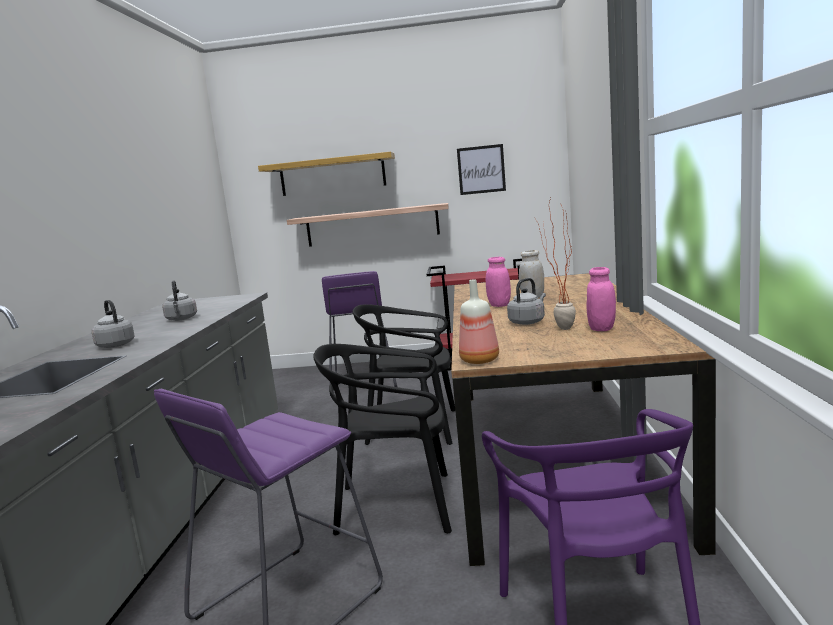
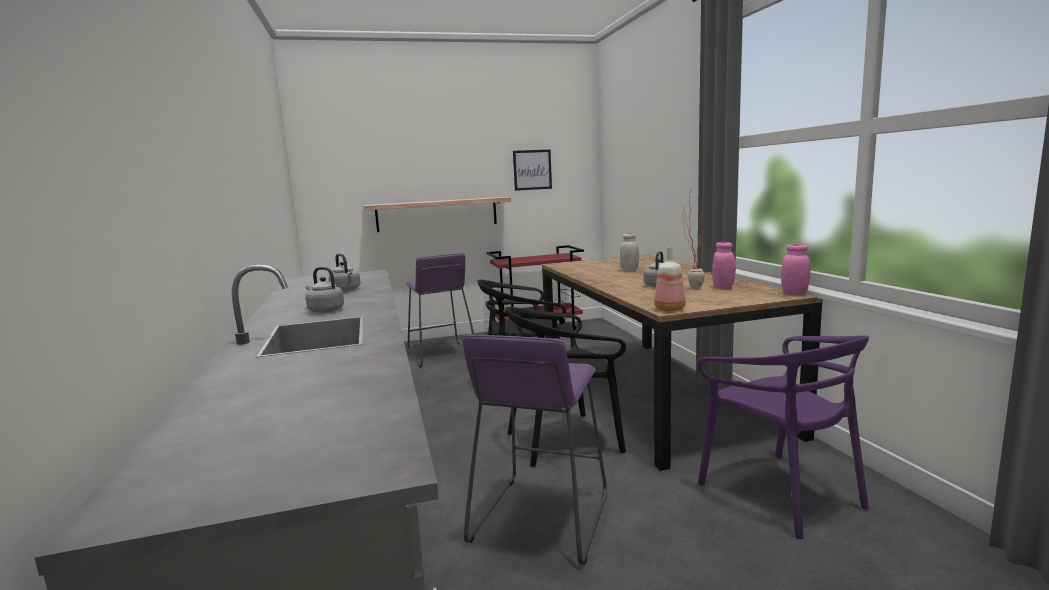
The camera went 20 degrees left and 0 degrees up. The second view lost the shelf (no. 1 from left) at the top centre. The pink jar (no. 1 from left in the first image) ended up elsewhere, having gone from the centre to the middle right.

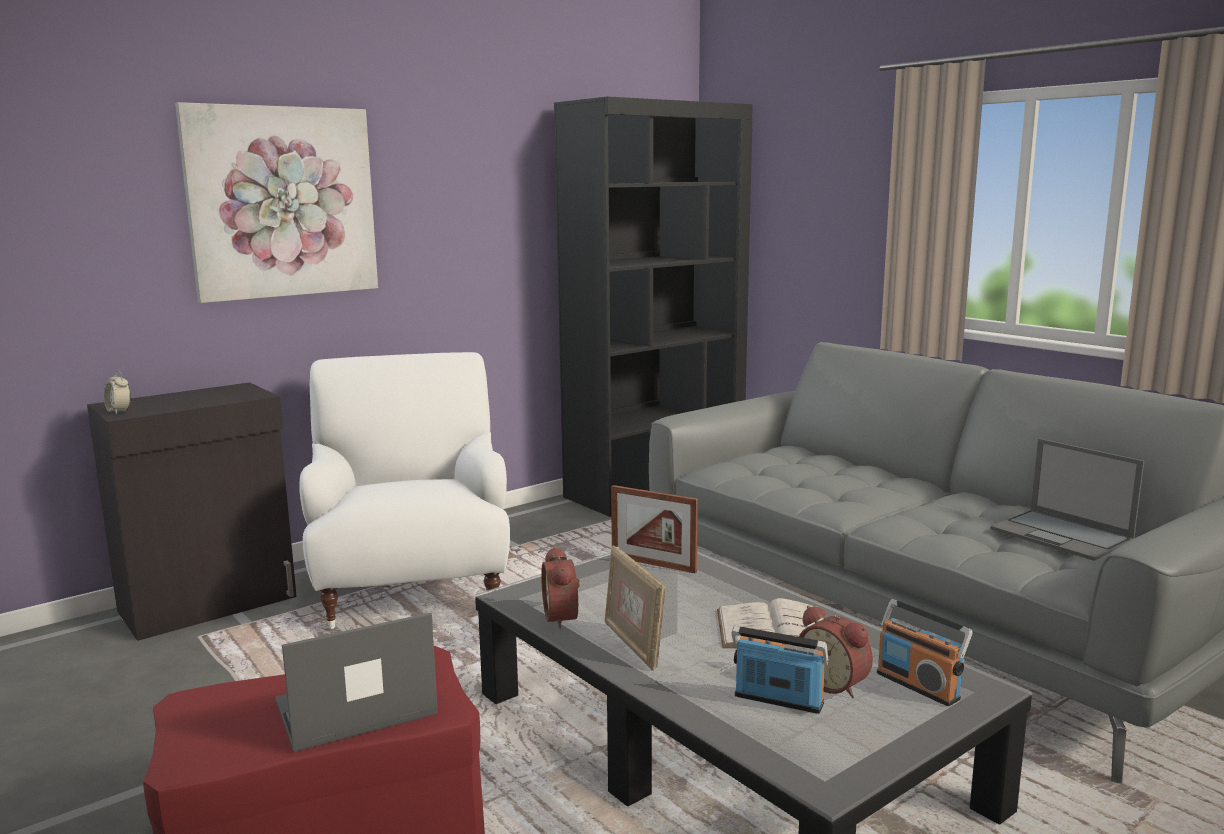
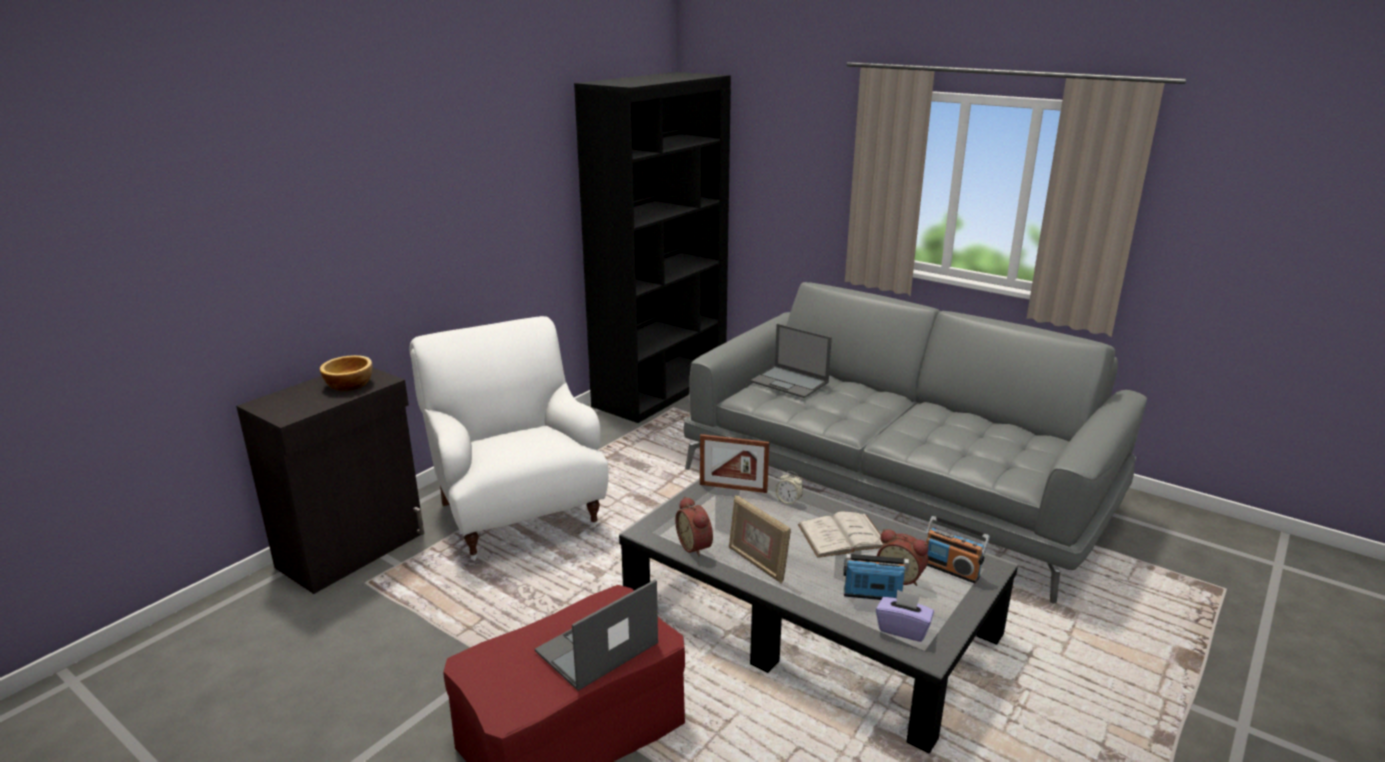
The camera went 15 degrees left and 10 degrees up. The second view lost the picture at the top left. The second view gained the bowl at the middle left. The second view gained the purple tissue box at the bottom centre. The alarm clock (no. 1 from left in the first image) ended up elsewhere, having gone from the middle left to the centre. The laptop (no. 2 from left) ended up elsewhere, having gone from the middle right to the centre.

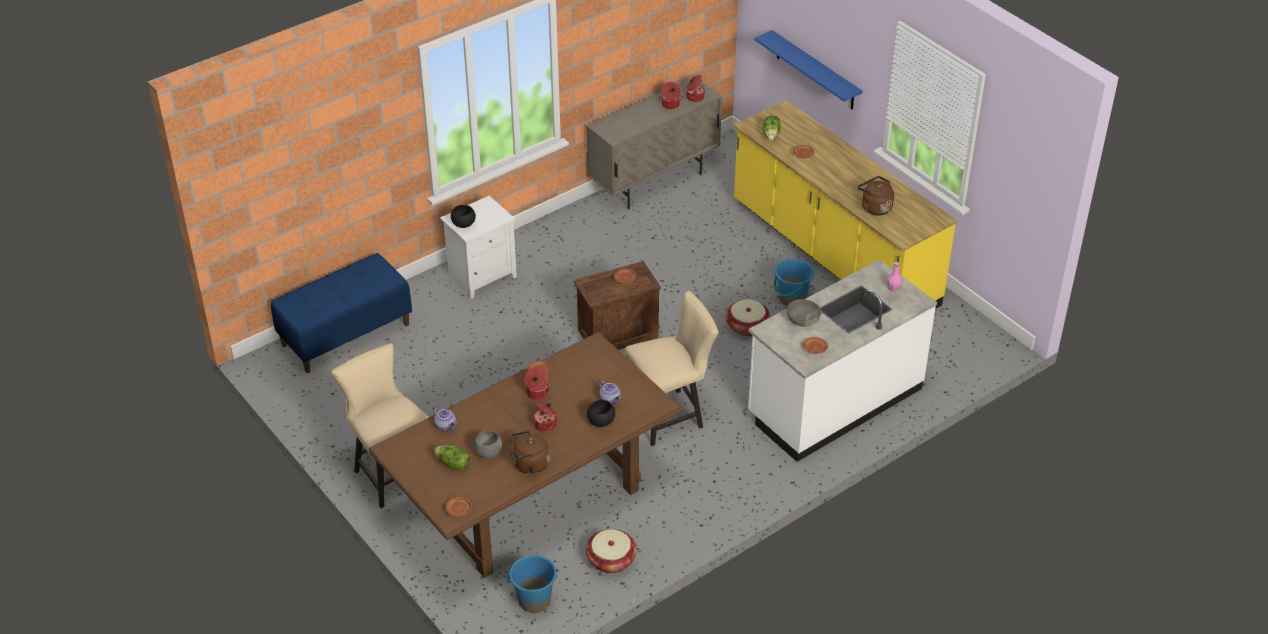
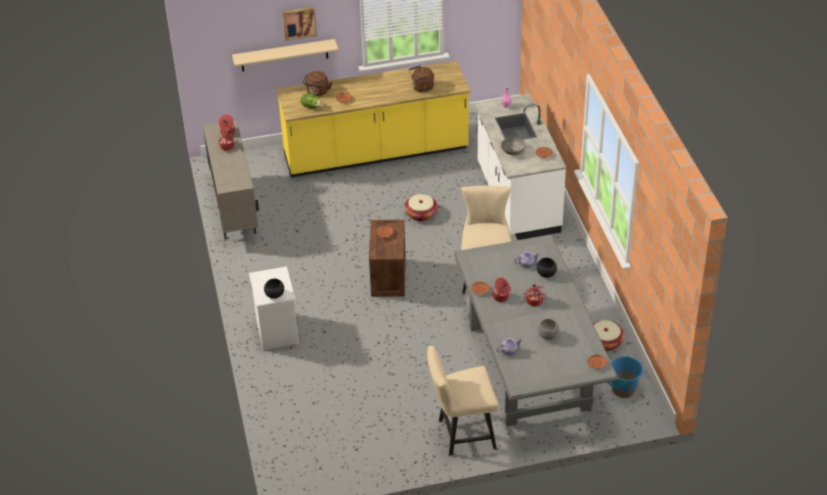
The camera went 65 degrees left and 0 degrees up. The second view lost the blue bench at the middle left. The second view lost the lettuce (no. 1 from left) at the bottom centre. The second view lost the blue bucket (no. 2 from left) at the centre. The second view gained the picture at the top centre. The brown kettle (no. 1 from left) ended up elsewhere, having gone from the bottom centre to the top centre. What was the brown dining table at the bottom centre turned into the grey dining table at the bottom centre. What was the blue shelf at the top centre turned into the beige shelf at the top centre.

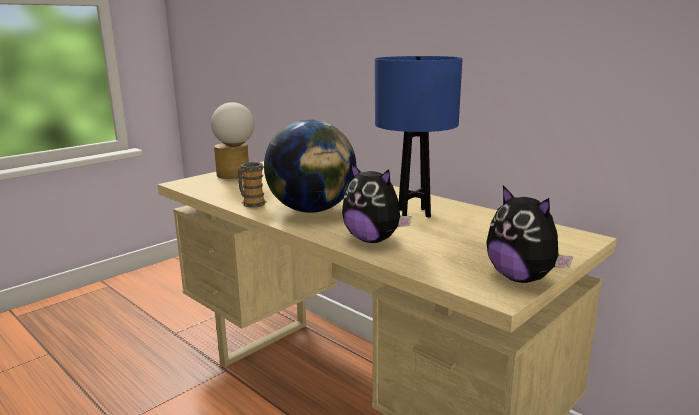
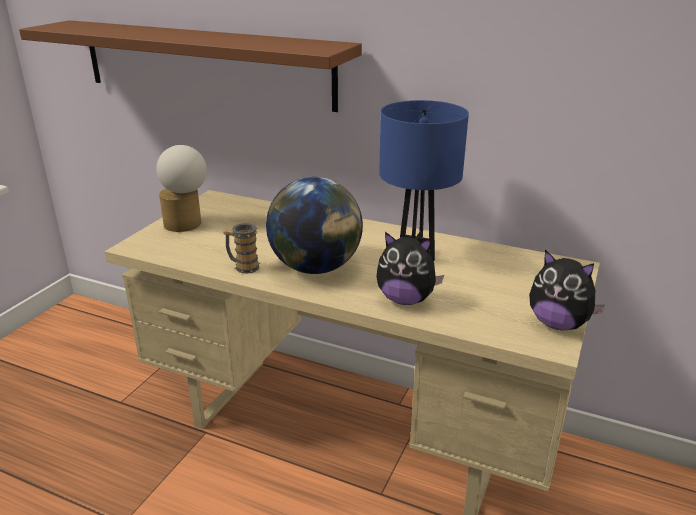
The camera went 20 degrees left and 10 degrees up. The second view gained the brown shelf at the top left.

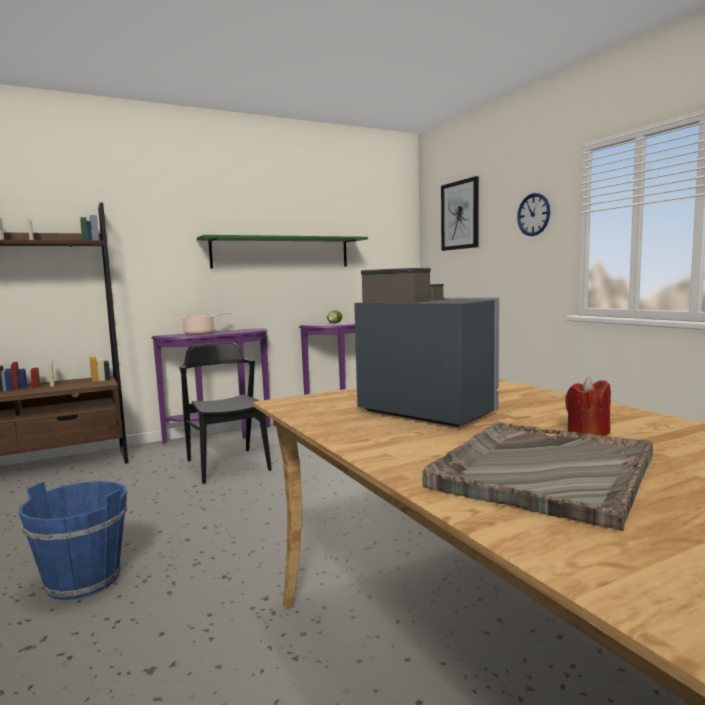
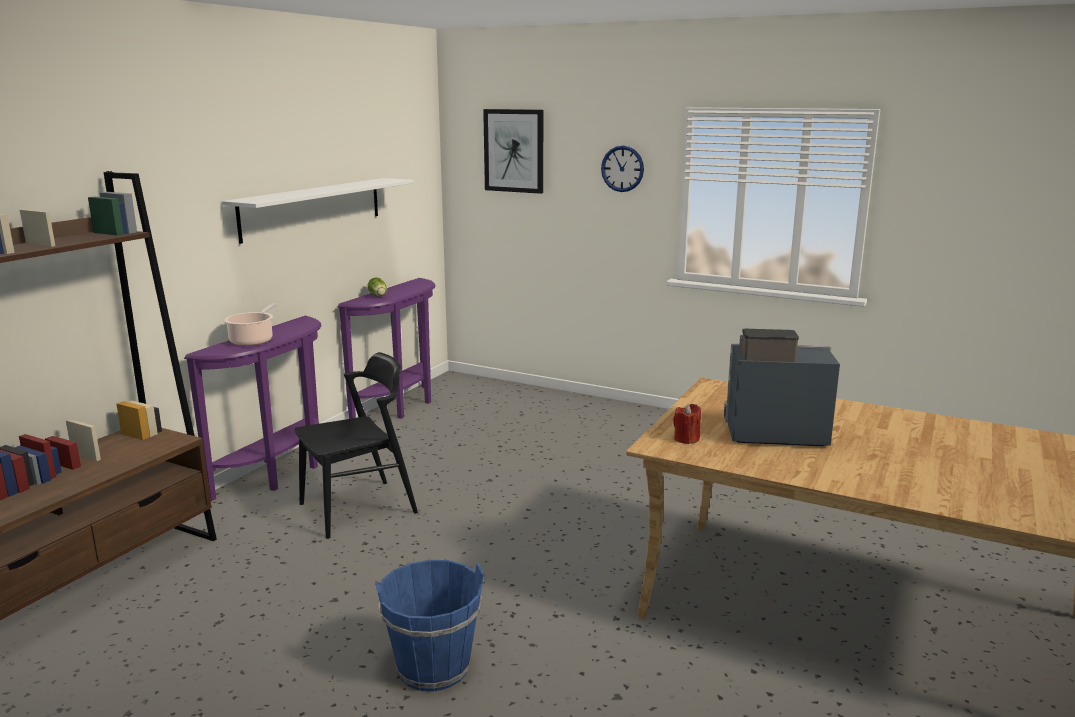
The camera went 35 degrees left and 10 degrees up. The second view lost the grey tray at the bottom right. The red candle ended up elsewhere, having gone from the middle right to the centre. What was the green shelf at the centre turned into the white shelf at the top left. The black chair at the middle left ended up facing another way, 120 degrees clockwise from before.

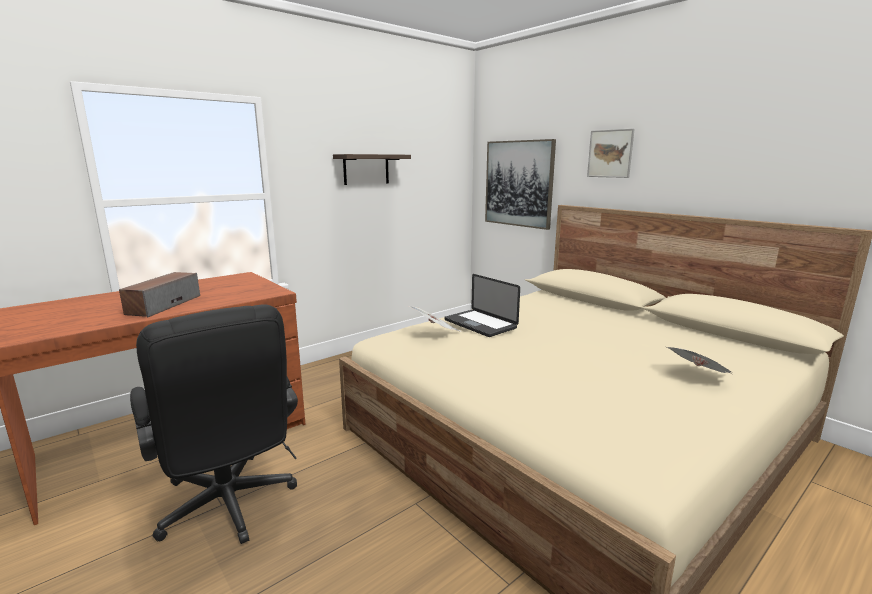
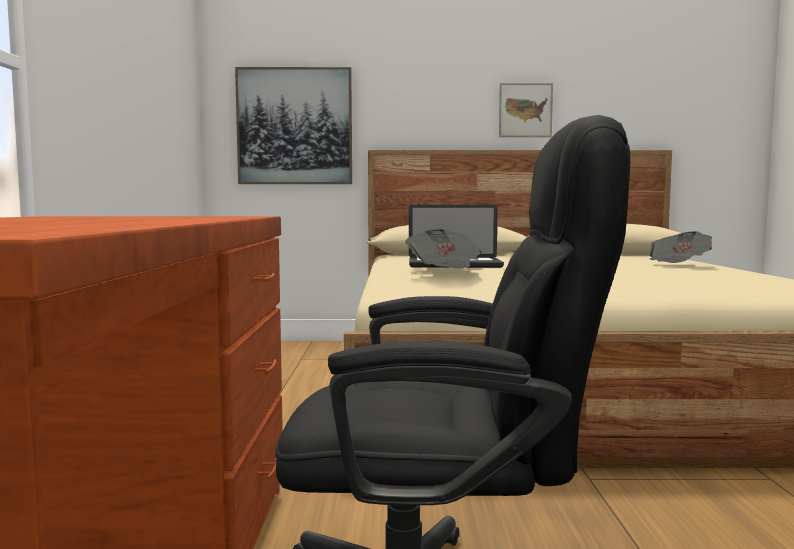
The camera went 50 degrees left and 10 degrees down. The second view lost the speaker at the middle left. The second view lost the shelf at the top centre. The picture (no. 2 from left) ended up elsewhere, having gone from the top right to the top centre.

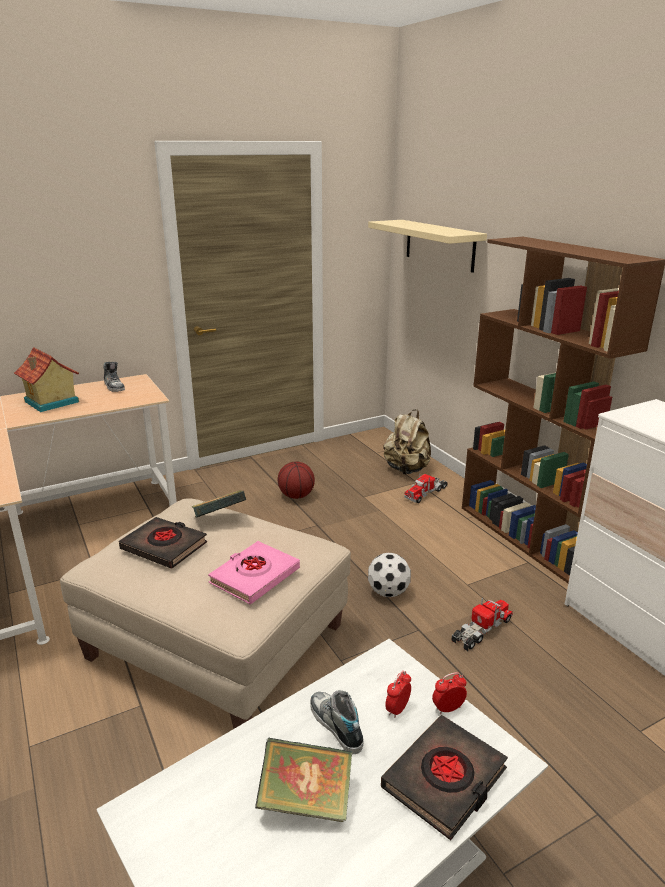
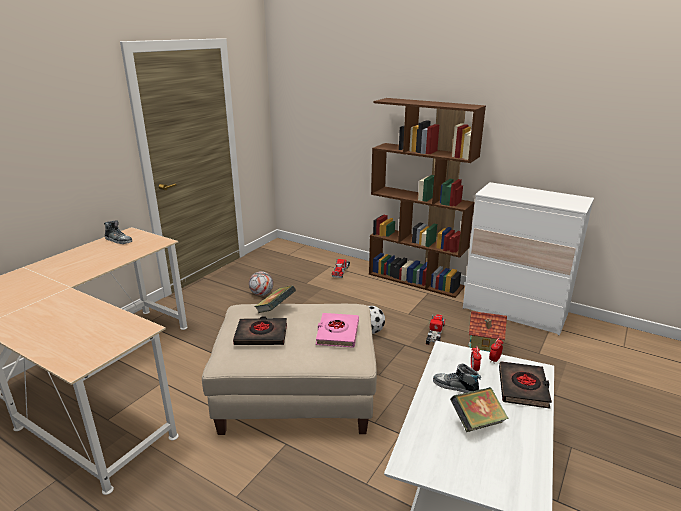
The camera went 30 degrees left and 0 degrees up. The second view lost the beige shelf at the top centre. The second view lost the beige backpack at the centre. The toy house ended up elsewhere, having gone from the middle left to the middle right. Where the basketball stood at the centre, the football (no. 1 from left) came to stand at the centre.

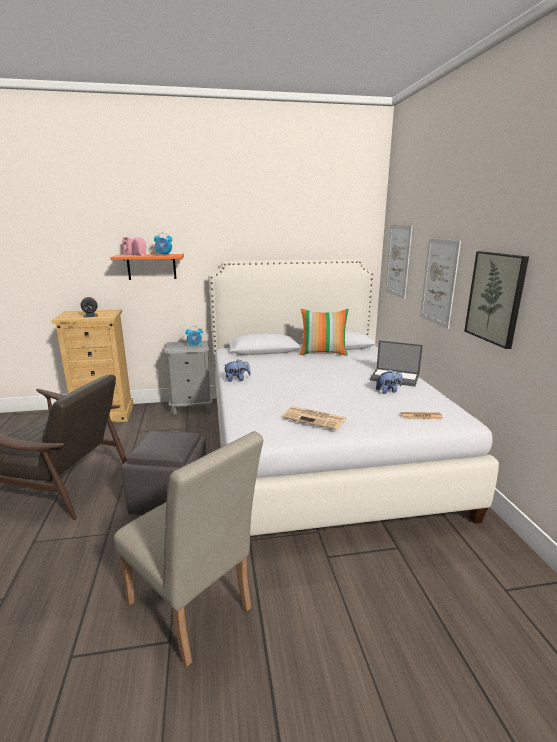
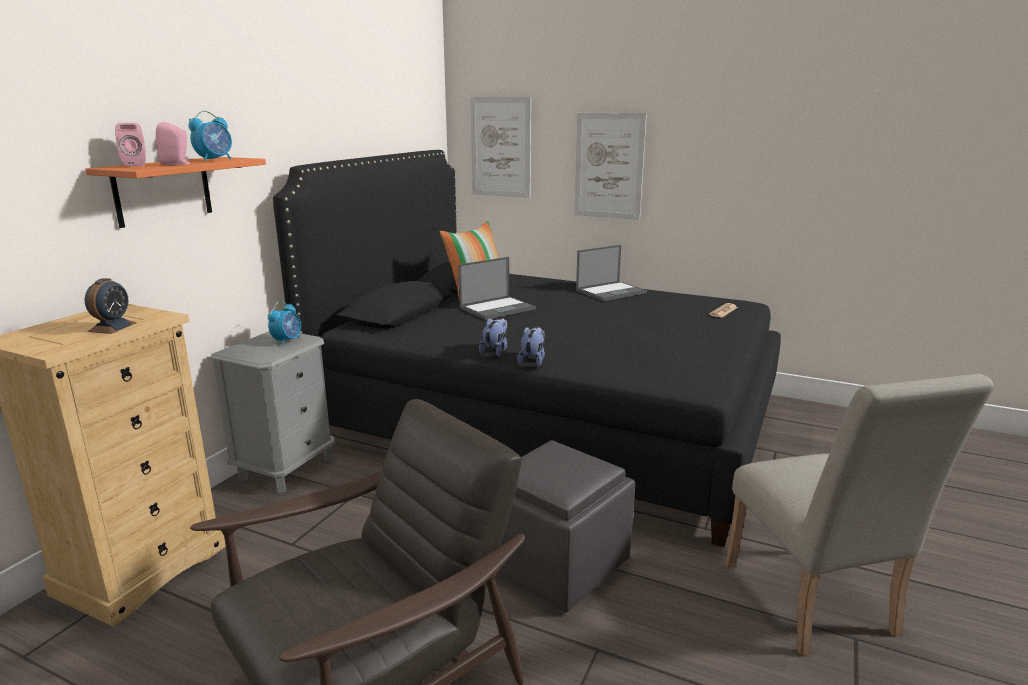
The camera went 55 degrees left and 0 degrees up. The second view lost the newspaper (no. 1 from left) at the centre. The second view lost the picture (no. 3 from left) at the middle right. The second view gained the laptop (no. 1 from left) at the centre. The plush toy (no. 2 from left) ended up elsewhere, having gone from the middle right to the centre. What was the white bed at the centre turned into the black bed at the centre. The beige chair at the bottom centre ended up facing another way, 90 degrees clockwise from before.

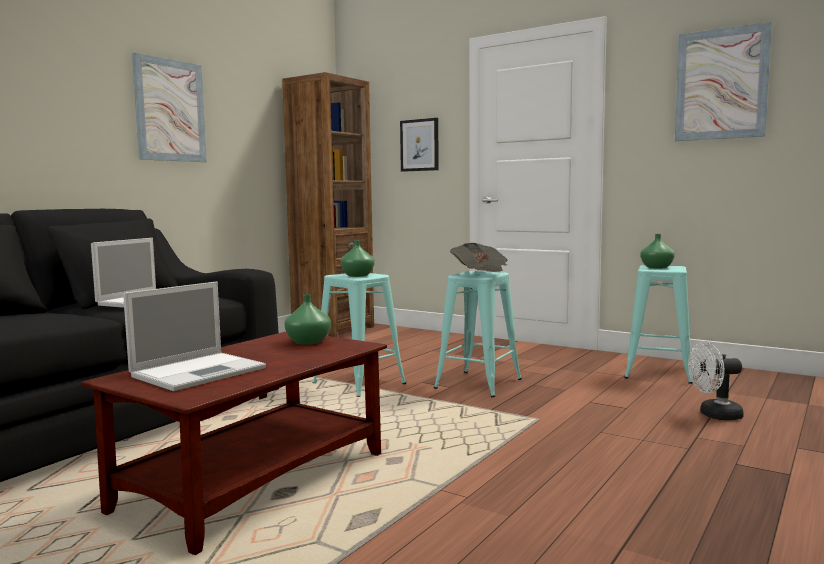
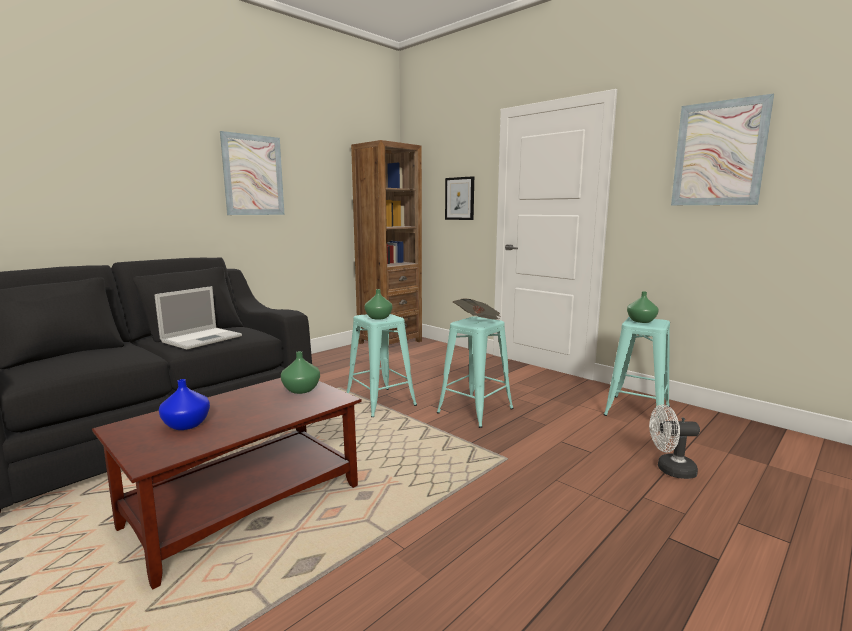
The camera went 10 degrees right and 5 degrees up. Where the laptop (no. 2 from left) stood at the middle left, the blue vase came to stand at the middle left.

